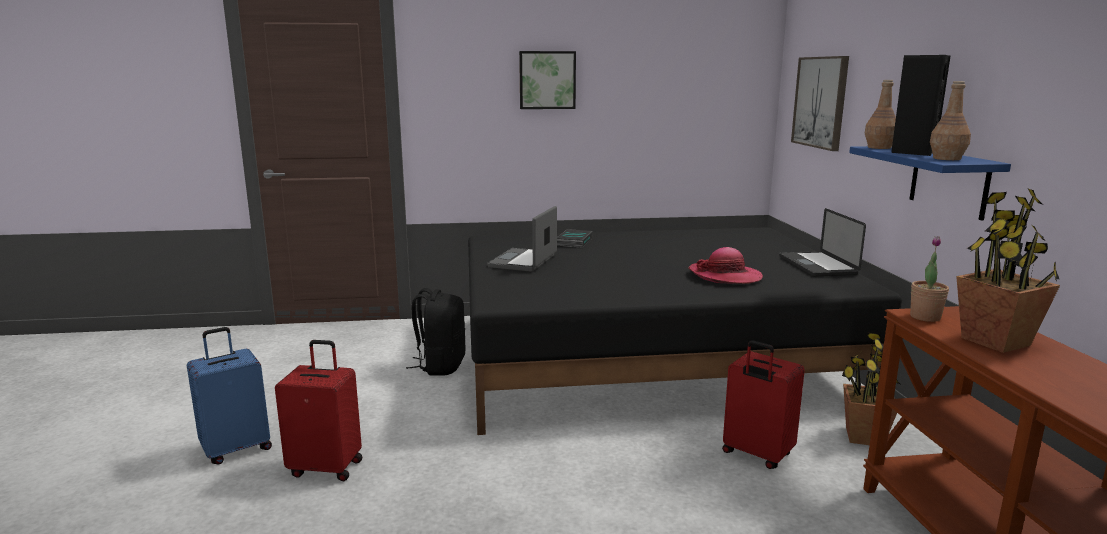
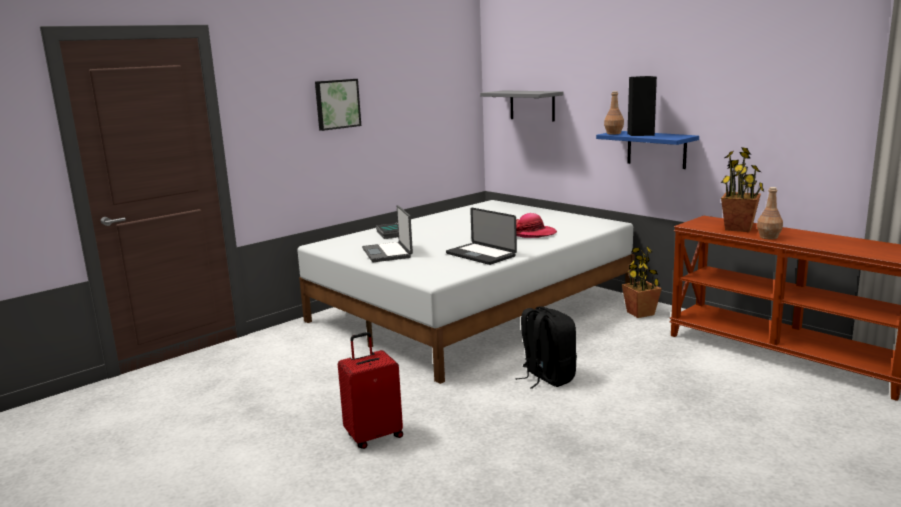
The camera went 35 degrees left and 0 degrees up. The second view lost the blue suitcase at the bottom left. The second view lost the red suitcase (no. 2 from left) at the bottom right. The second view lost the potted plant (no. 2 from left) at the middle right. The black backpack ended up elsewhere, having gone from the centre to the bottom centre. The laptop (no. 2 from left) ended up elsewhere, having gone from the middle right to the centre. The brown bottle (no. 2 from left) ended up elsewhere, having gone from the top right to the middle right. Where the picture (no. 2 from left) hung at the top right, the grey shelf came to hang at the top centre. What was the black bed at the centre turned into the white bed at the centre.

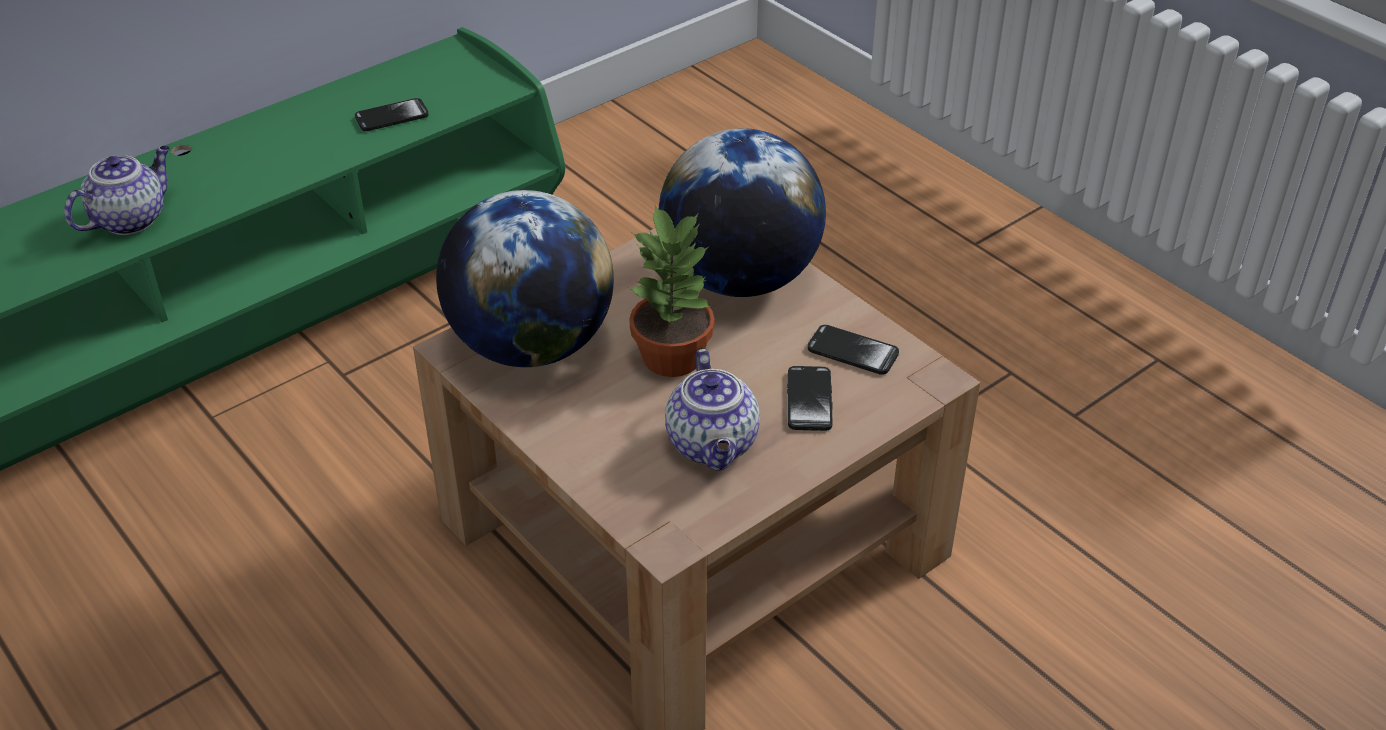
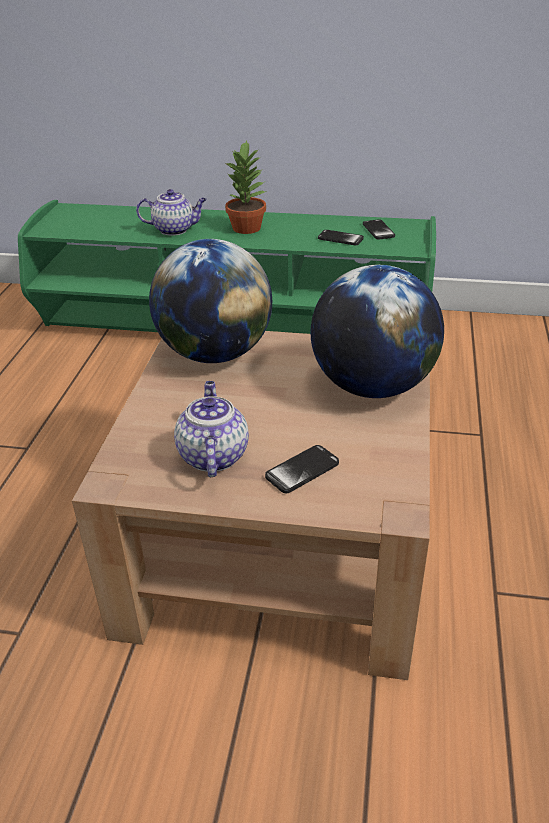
The camera went 50 degrees right and 5 degrees down. The potted plant ended up elsewhere, having gone from the centre to the top centre. The phone (no. 3 from left) ended up elsewhere, having gone from the centre to the top right. The teapot (no. 2 from left) at the centre ended up facing another way, 135 degrees clockwise from before.

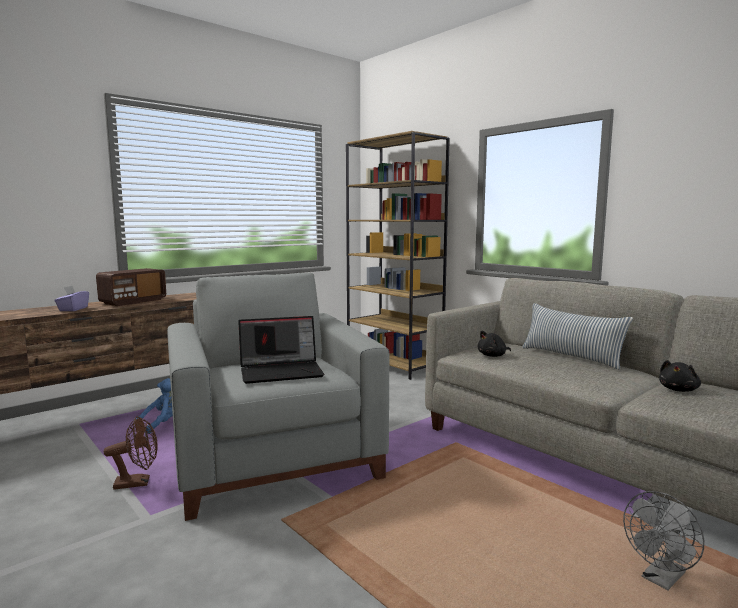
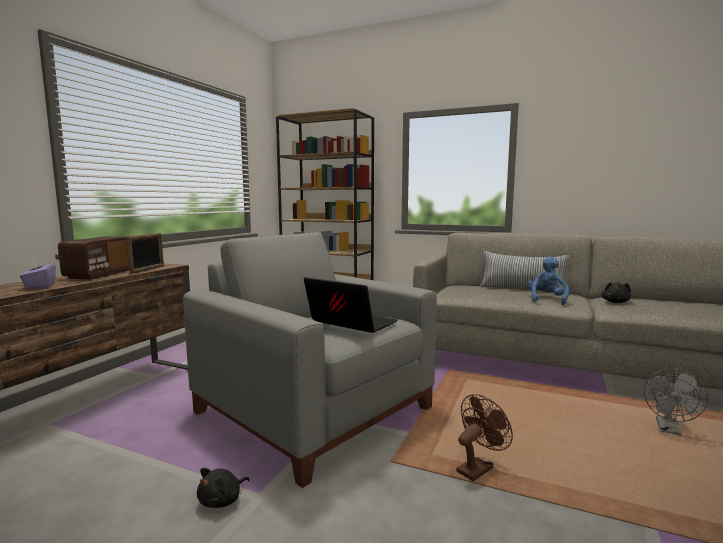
The camera went 25 degrees left and 0 degrees up. The second view gained the picture frame at the middle left. The brown fan ended up elsewhere, having gone from the bottom left to the bottom right. The blue plush toy ended up elsewhere, having gone from the middle left to the middle right. The black plush toy (no. 1 from left) ended up elsewhere, having gone from the middle right to the bottom left. The laptop at the centre ended up facing another way, 105 degrees counterclockwise from before.

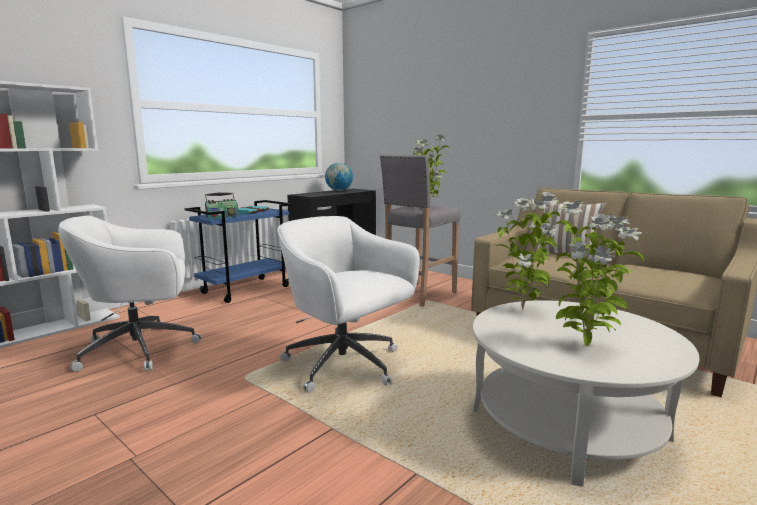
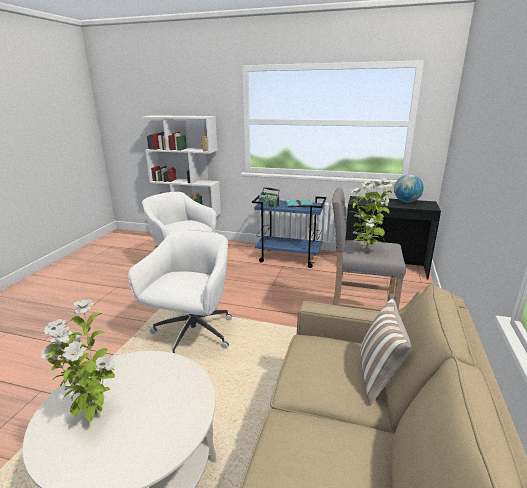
The camera went 65 degrees right and 10 degrees up. The second view lost the potted plant (no. 2 from left) at the middle right.

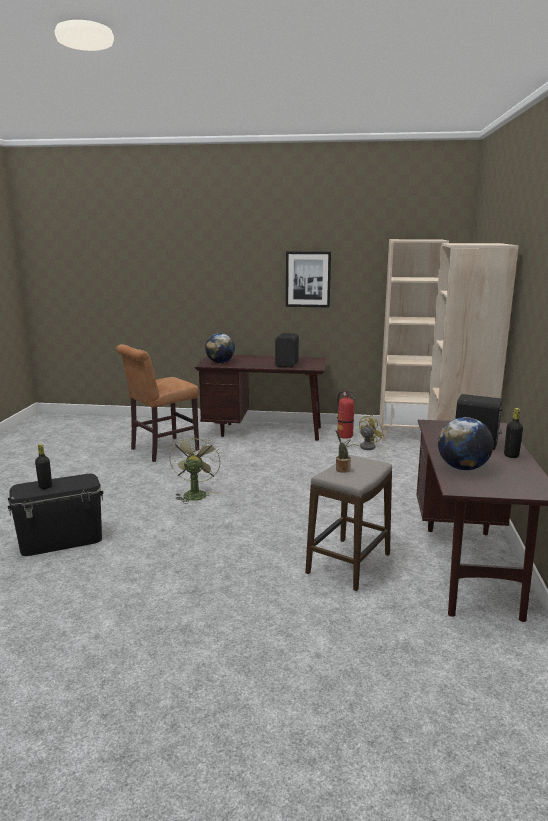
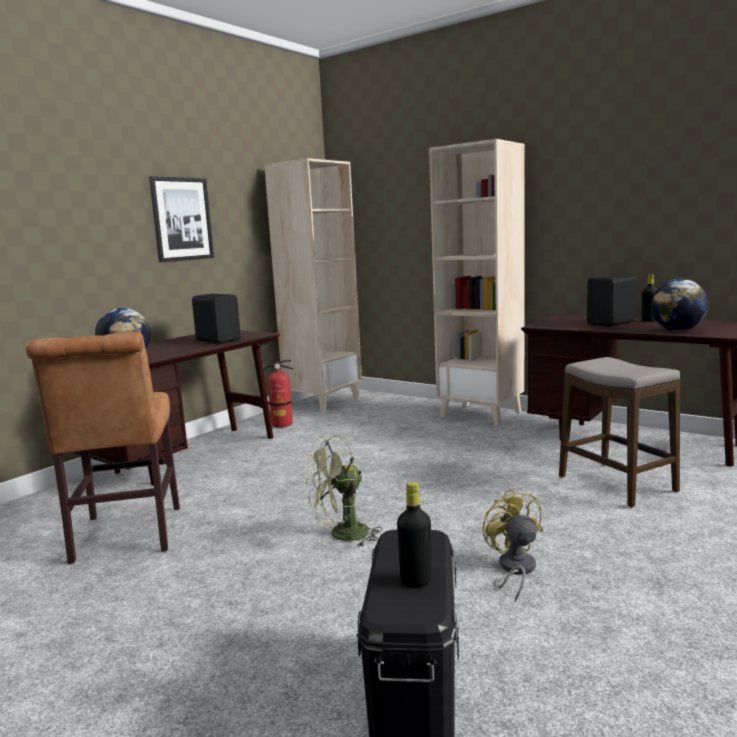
The camera went 60 degrees left and 5 degrees down. The second view lost the potted plant at the centre. The yellow fan ended up elsewhere, having gone from the centre to the bottom right. The green fan at the centre ended up facing another way, 60 degrees counterclockwise from before.

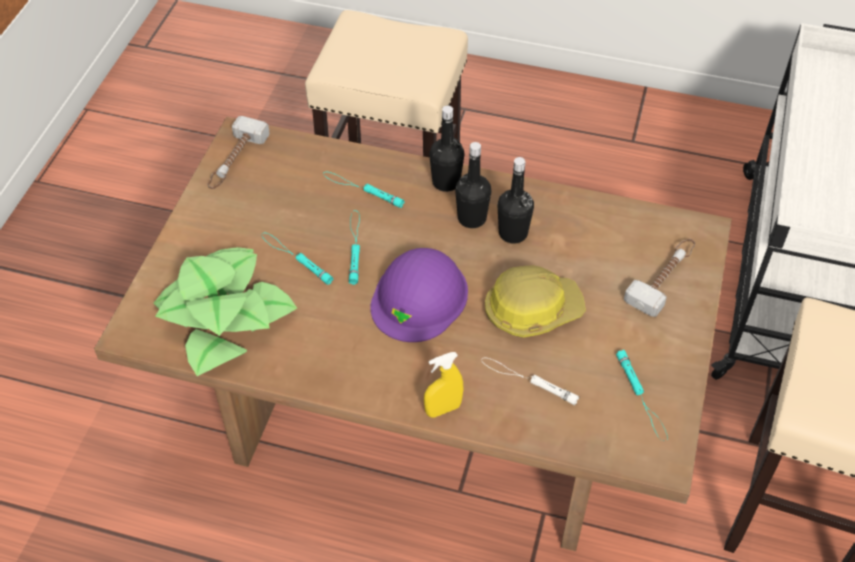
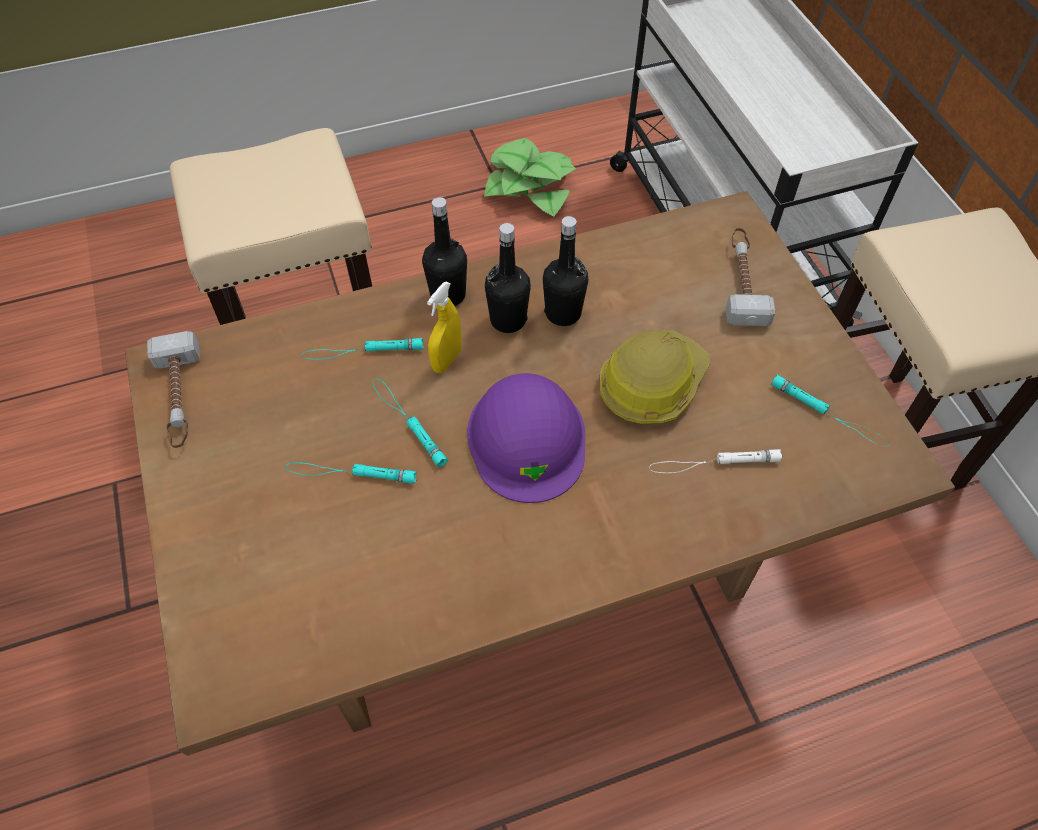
The camera went 35 degrees left and 5 degrees up. The potted plant ended up elsewhere, having gone from the middle left to the top centre. The yellow spray bottle ended up elsewhere, having gone from the bottom centre to the centre.

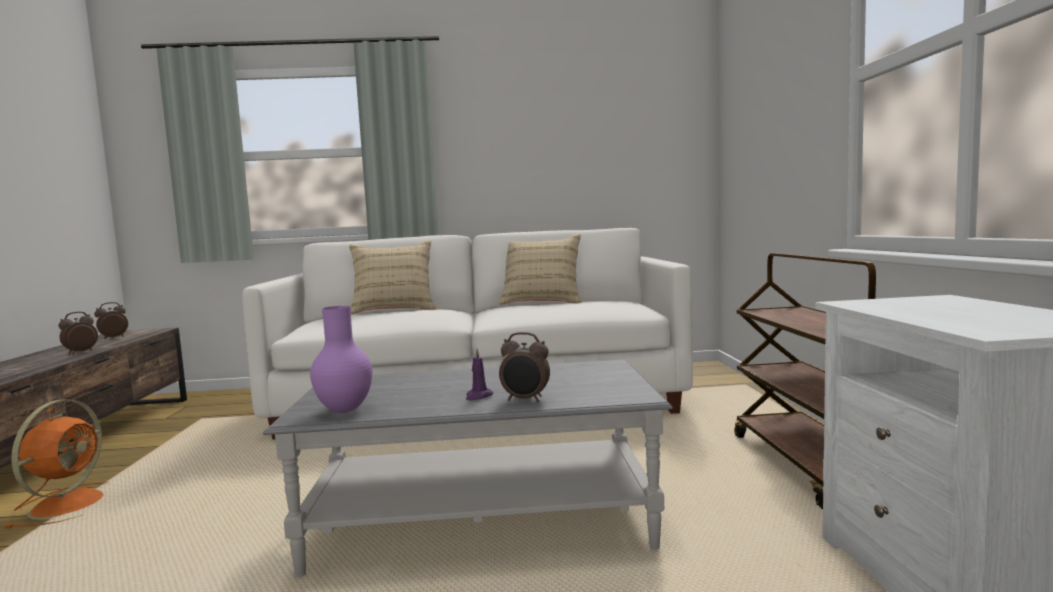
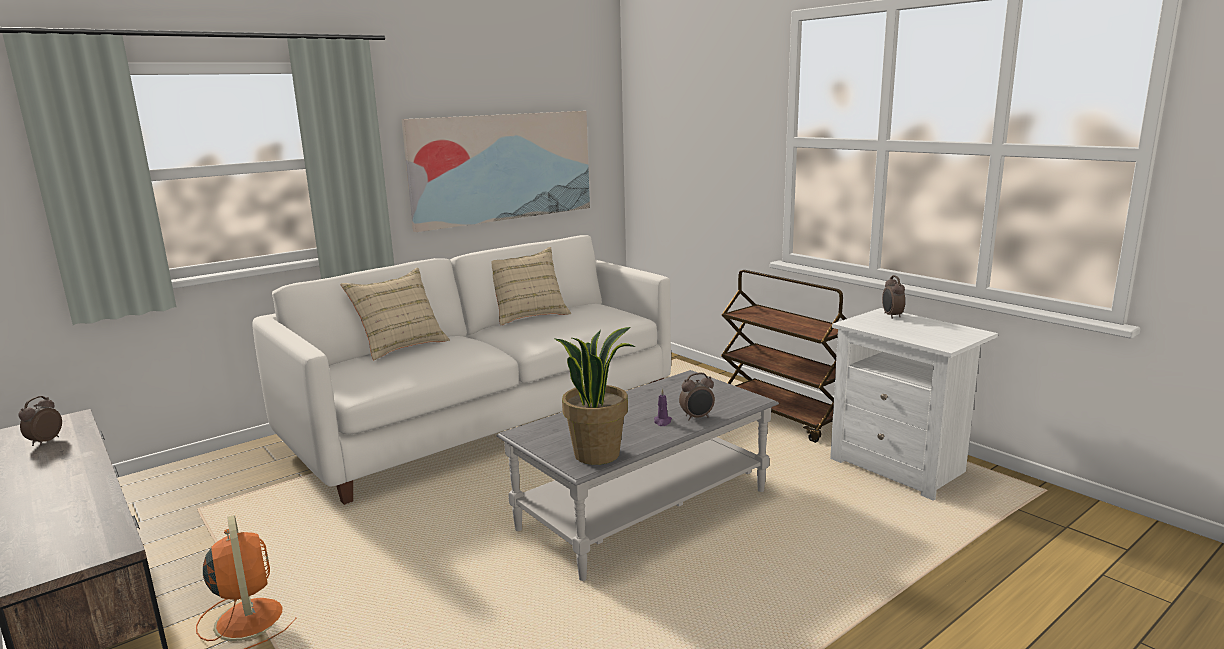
The camera went 35 degrees left and 10 degrees up. The second view gained the picture at the top centre. The alarm clock (no. 1 from left in the first image) ended up elsewhere, having gone from the middle left to the middle right. Where the purple vase stood at the middle left, the potted plant came to stand at the centre.

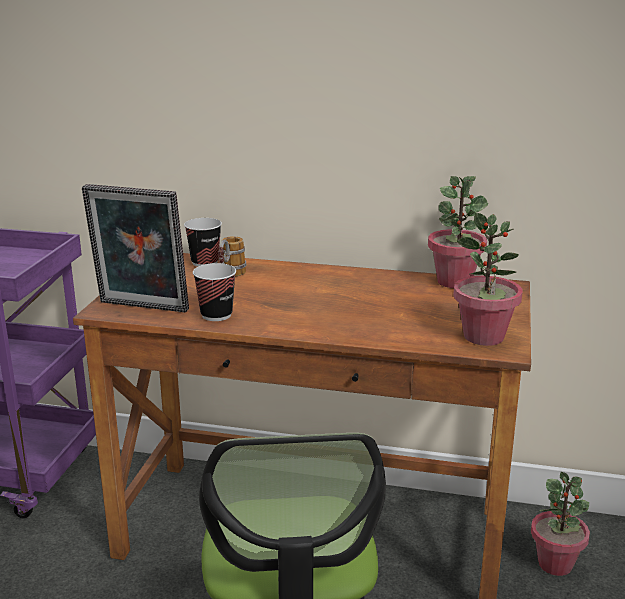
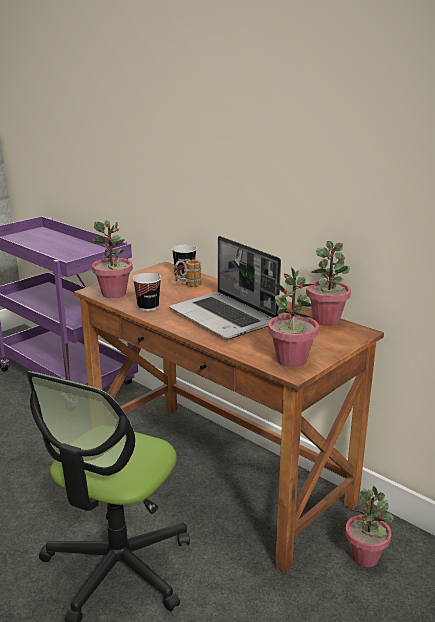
The camera went 30 degrees right and 0 degrees up. The second view gained the laptop at the centre. Where the picture frame stood at the middle left, the potted plant (no. 1 from left) came to stand at the middle left.

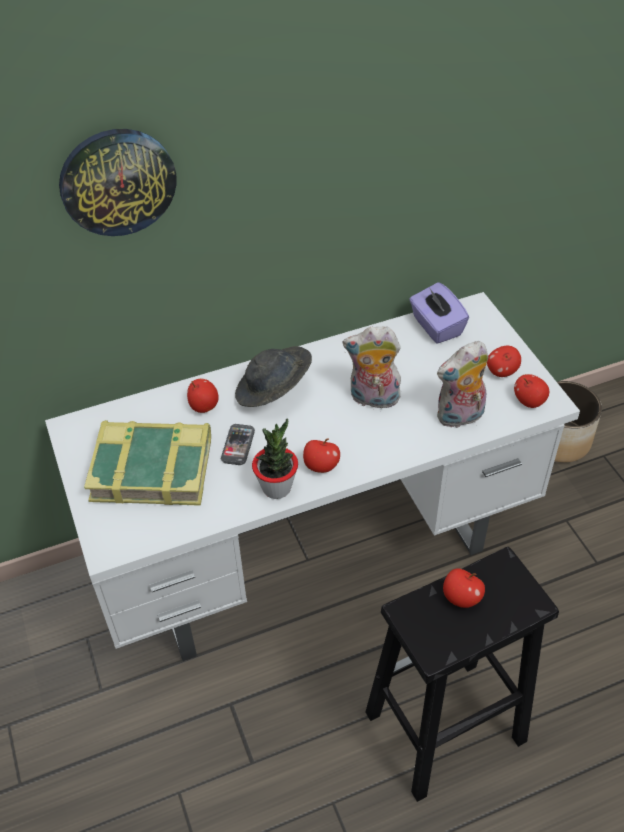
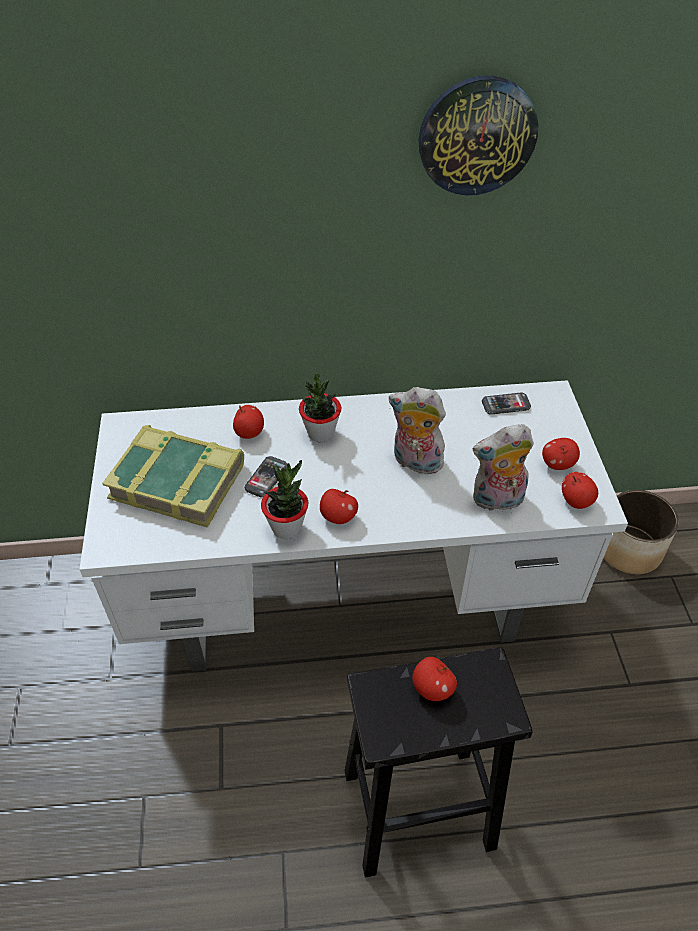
The camera went 15 degrees right and 0 degrees up. The wall clock ended up elsewhere, having gone from the top left to the top right. Where the grey hat stood at the centre, the potted plant (no. 2 from left) came to stand at the centre. Where the purple tissue box stood at the middle right, the phone (no. 2 from left) came to stand at the middle right.

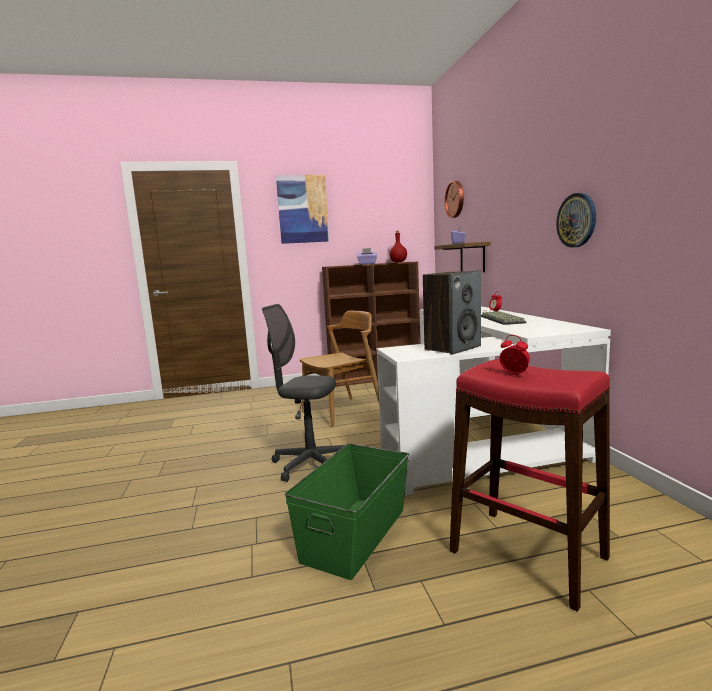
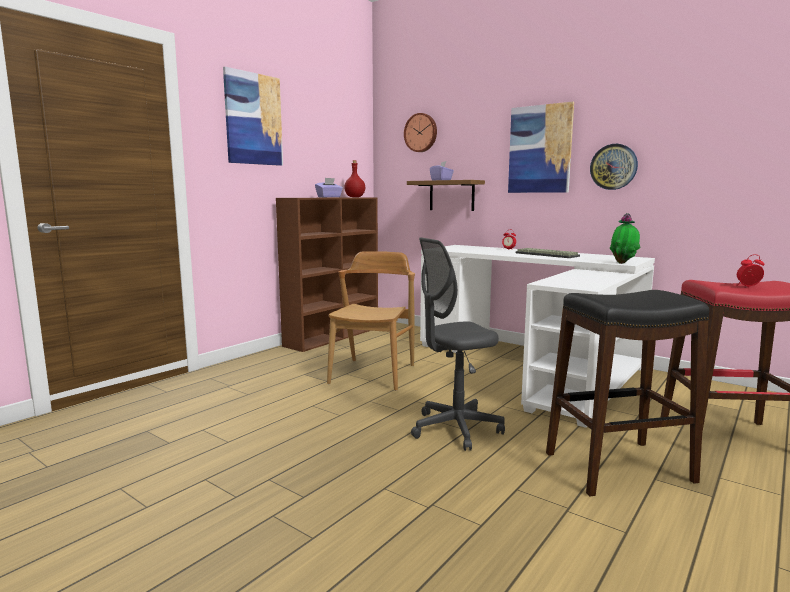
The camera went 40 degrees left and 0 degrees up. The second view lost the speaker at the centre. The second view gained the picture (no. 2 from left) at the top right. The second view gained the potted plant at the middle right. Where the green storage box stood at the bottom centre, the black stool came to stand at the middle right.

